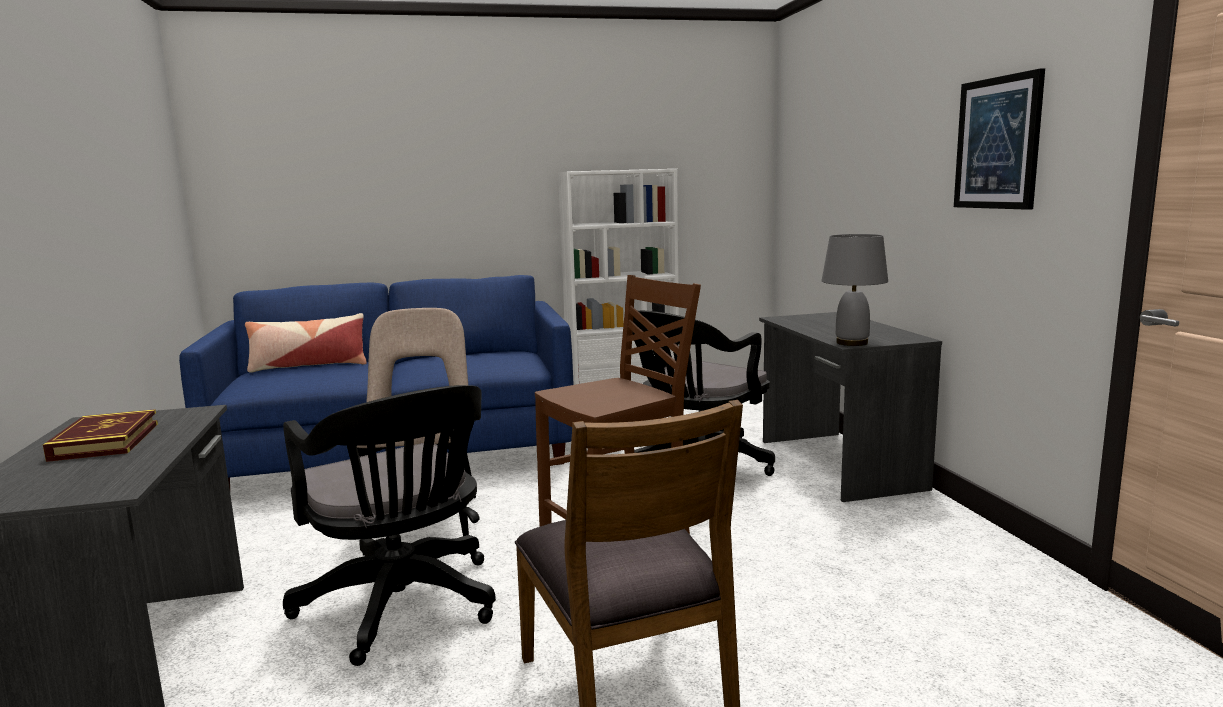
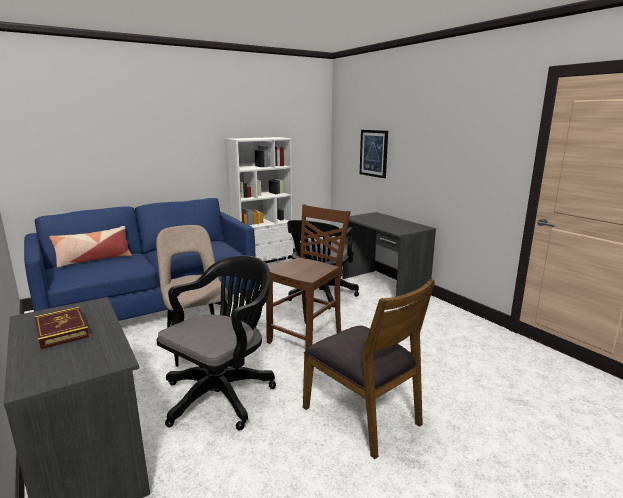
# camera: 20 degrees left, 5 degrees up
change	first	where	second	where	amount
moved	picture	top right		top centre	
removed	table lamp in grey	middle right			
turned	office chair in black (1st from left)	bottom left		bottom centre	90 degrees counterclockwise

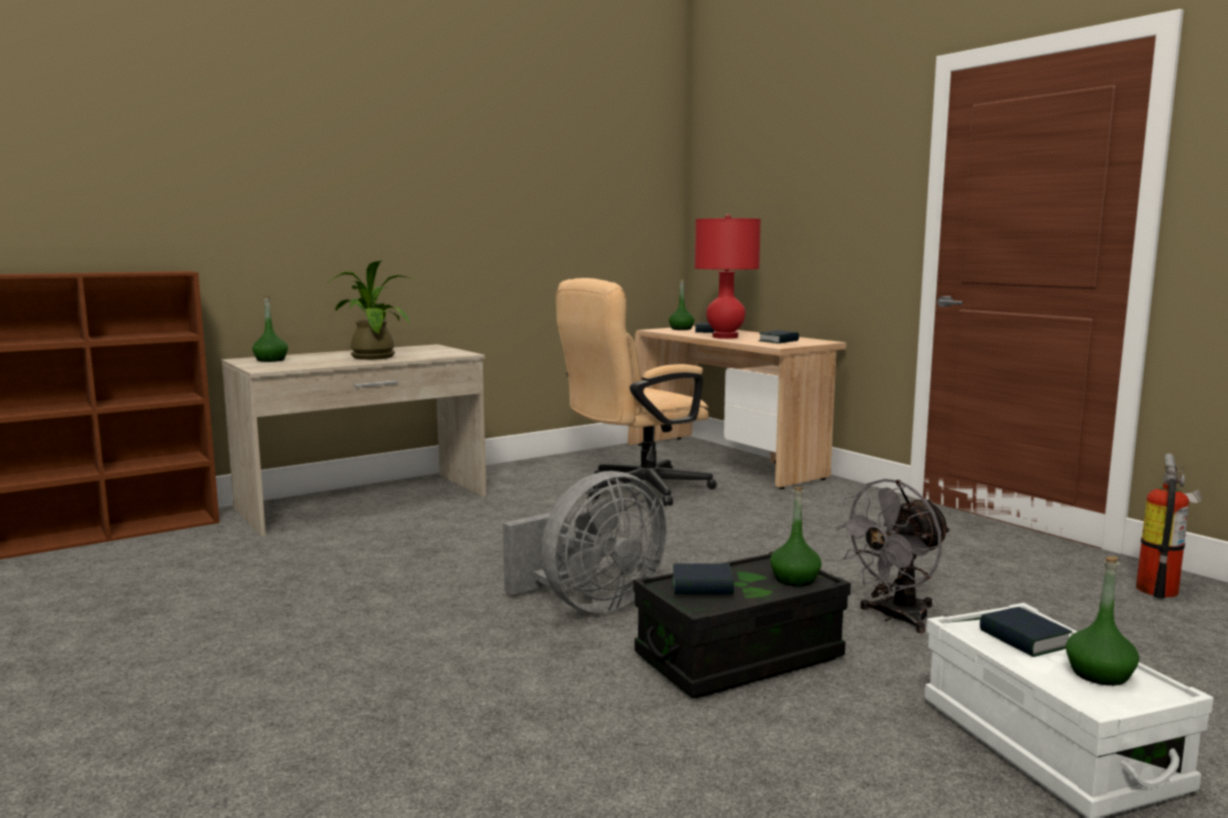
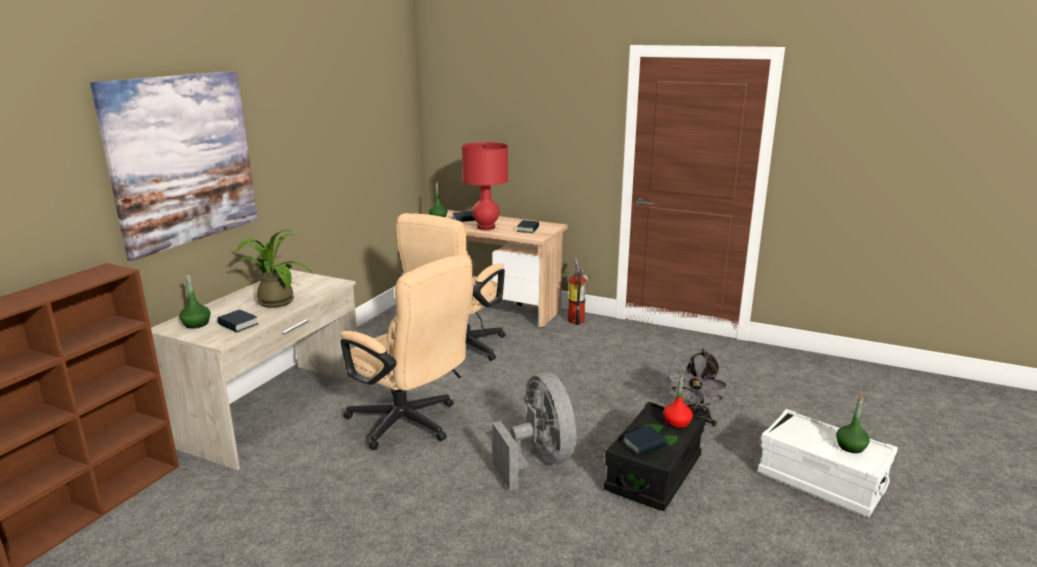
# camera: 30 degrees left, 10 degrees up
change	first	where	second	where	amount
moved	fire extinguisher	middle right		centre	
turned	fan in grey (1st from left)	centre		bottom centre	45 degrees counterclockwise
recoloured	bottle in green (3rd from left)	centre	bottle in red	bottom centre	
moved	book (4th from left in the first image)	bottom right	book (1st from left)	middle left	
added			picture	top left	
added			office chair in beige (1st from left)	centre	

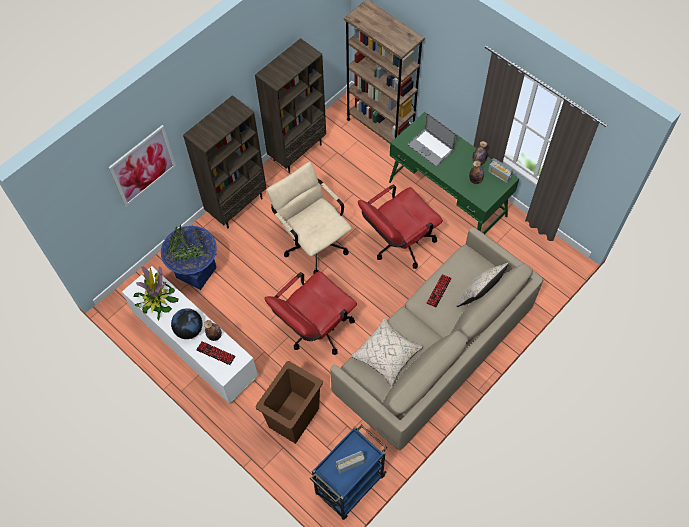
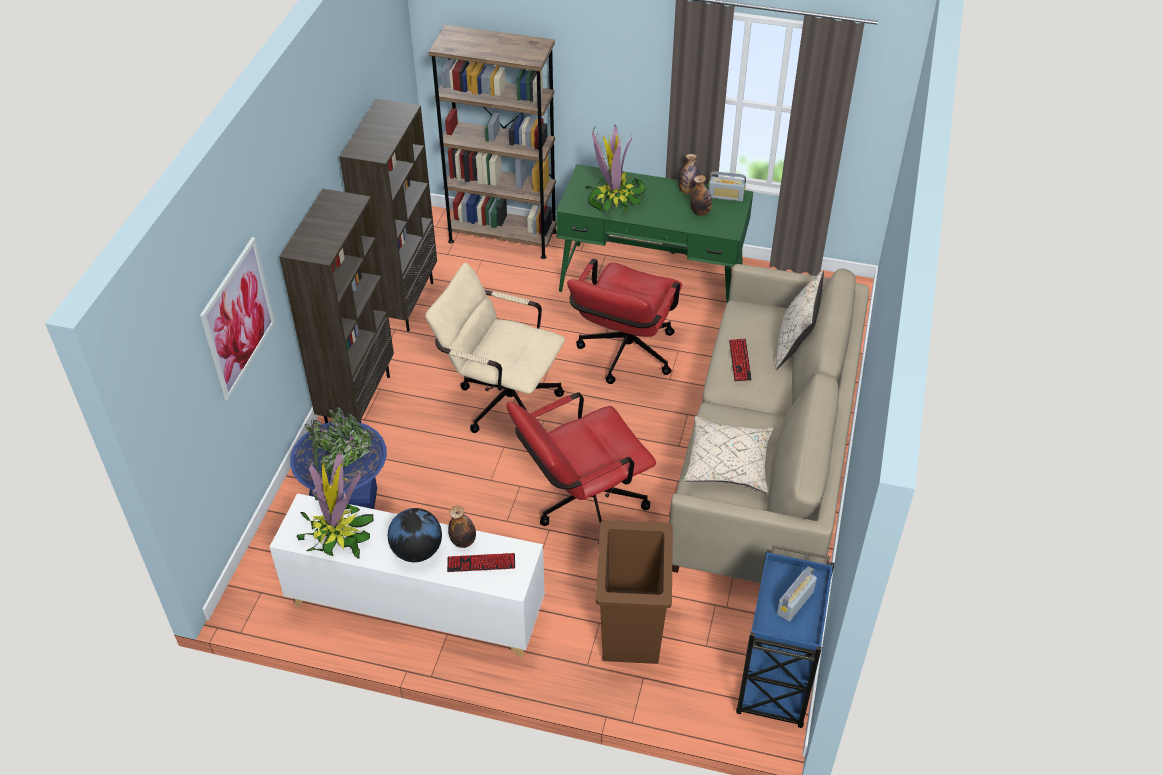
# camera: 30 degrees left, 15 degrees down
change	first	where	second	where	amount
replaced	laptop	top centre	potted plant (2nd from left)	top centre	
turned	office chair in red (1st from left)	centre		centre	45 degrees clockwise

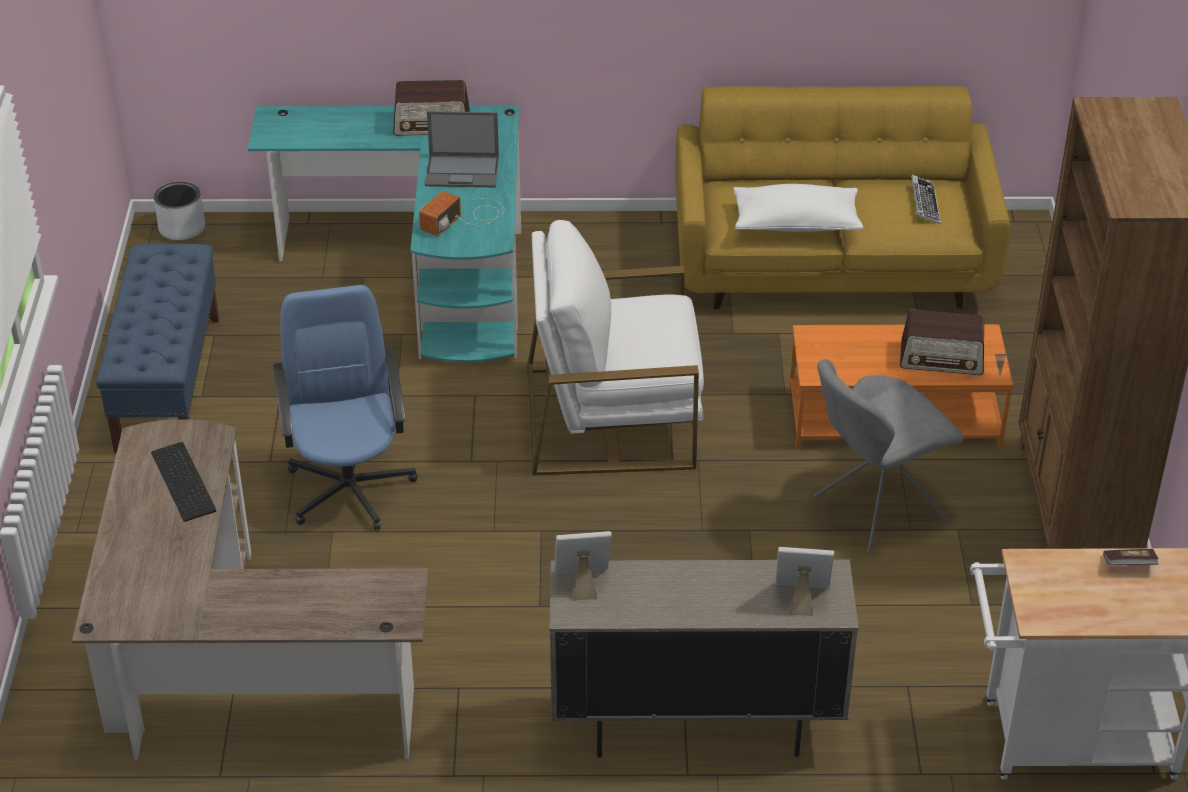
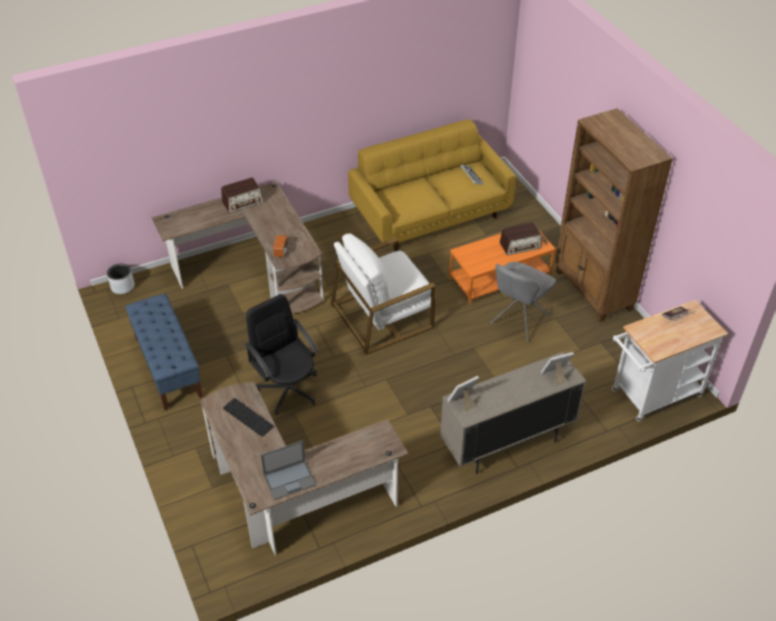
# camera: 25 degrees left, 5 degrees up
change	first	where	second	where	amount
recoloured	desk in turquoise	top left	desk in brown (1st from left)	middle left	
moved	laptop	top centre		bottom centre	
removed	pillow in white	top right			
recoloured	office chair in blue	middle left	office chair in black	centre	

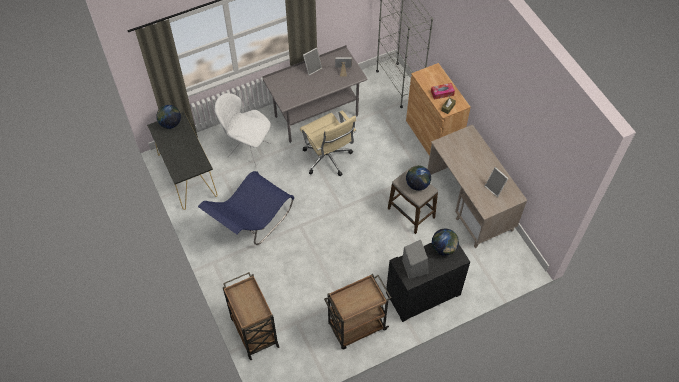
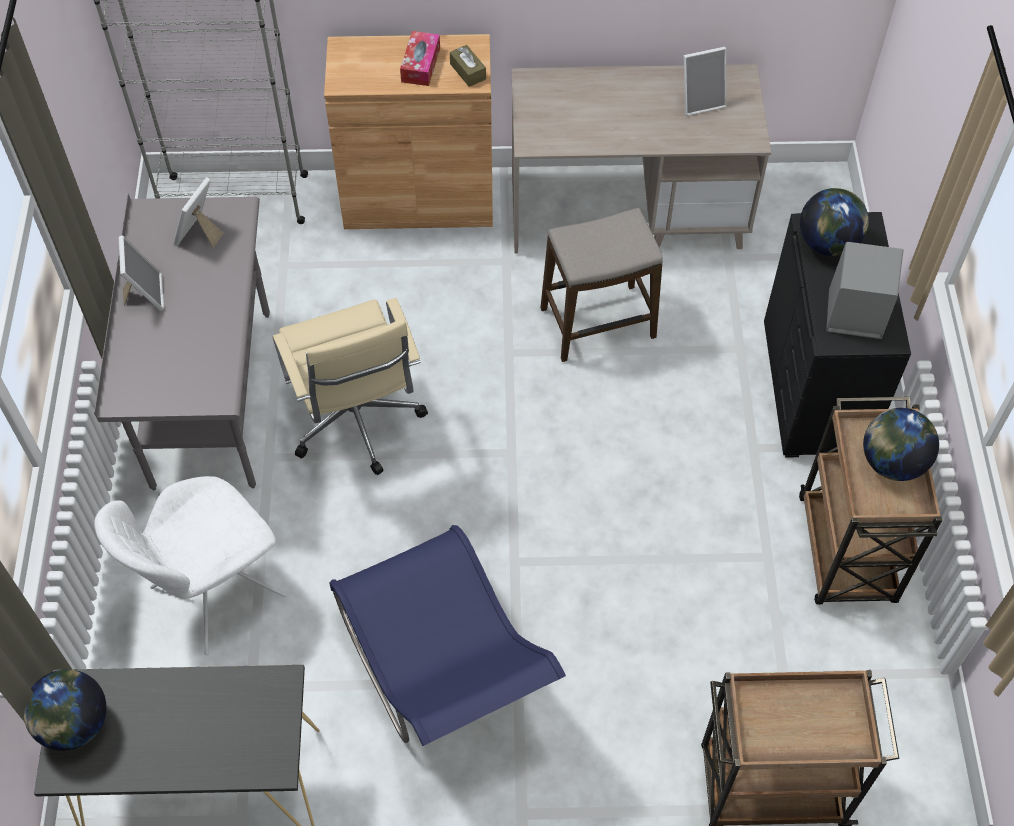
# camera: 65 degrees left, 0 degrees up
change	first	where	second	where	amount
turned	office chair in beige	centre		centre	75 degrees clockwise
moved	globe (2nd from left in the first image)	centre	globe (3rd from left)	middle right	

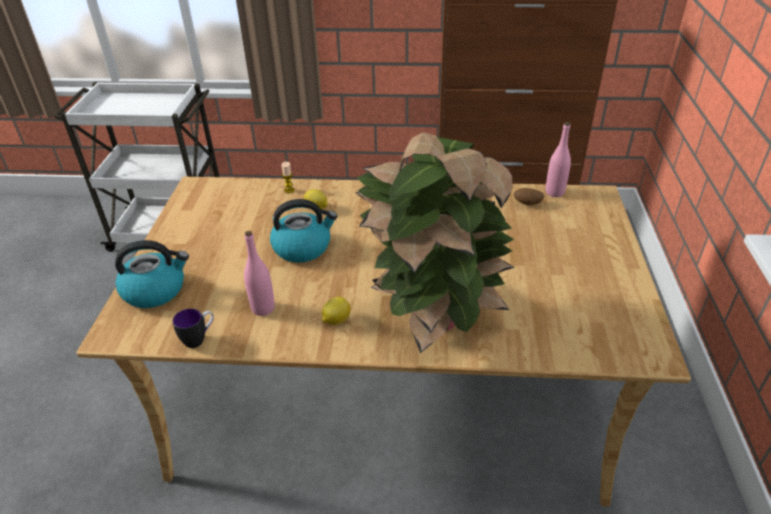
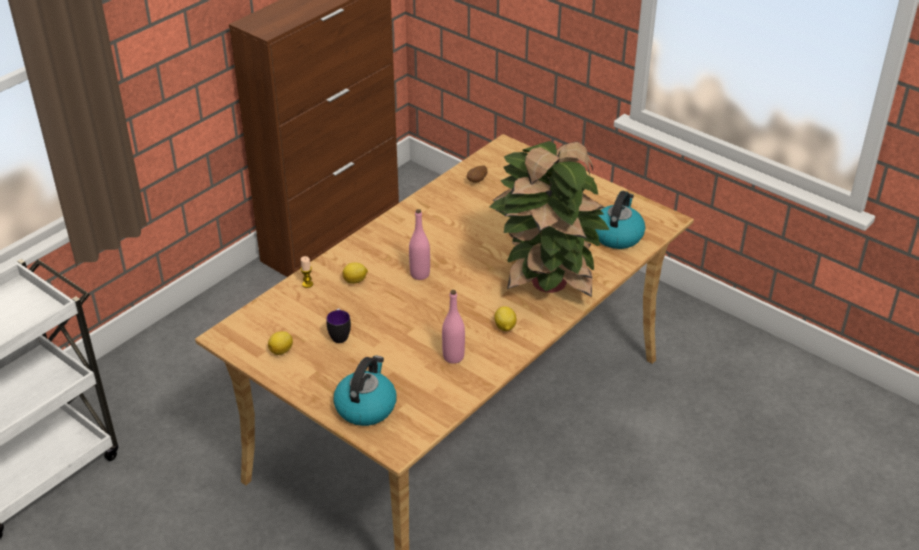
# camera: 55 degrees left, 0 degrees up
change	first	where	second	where	amount
moved	bottle in pink (2nd from left in the first image)	top right	bottle in pink (1st from left)	centre	
moved	kettle (2nd from left)	centre		middle right	
moved	mug	middle left		centre	
added			lemon (1st from left)	middle left	

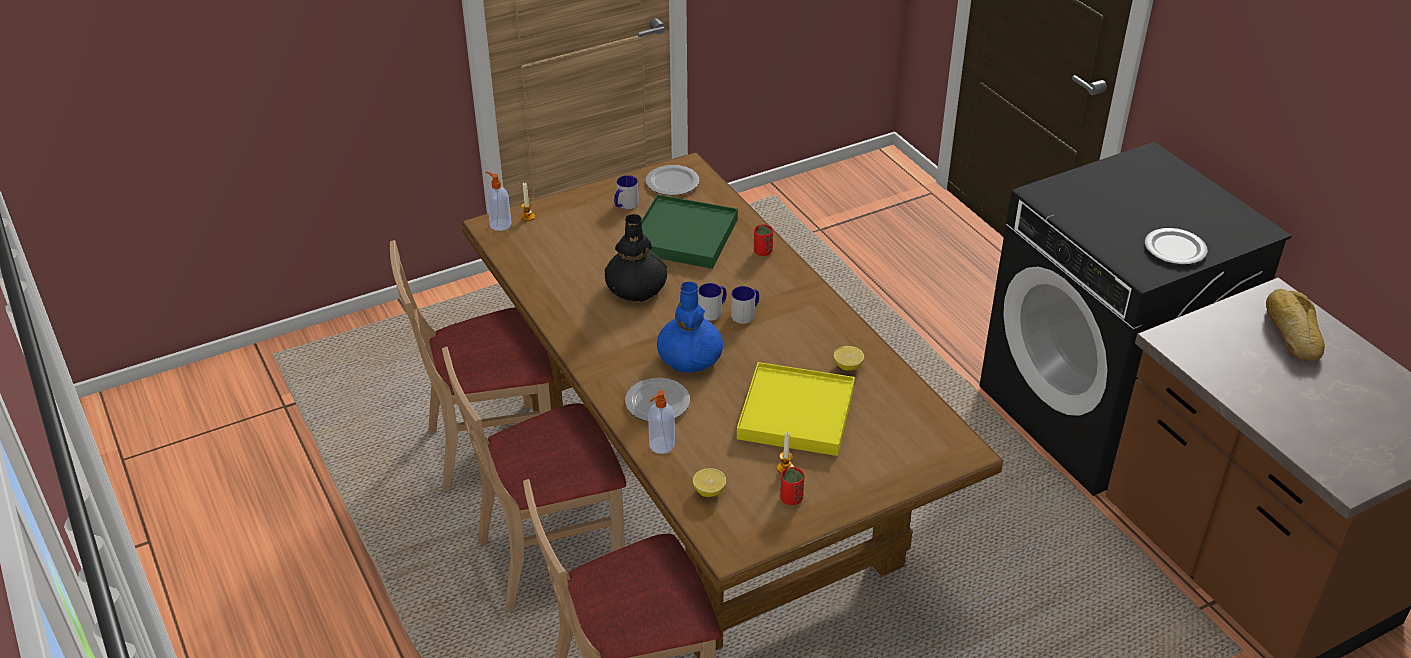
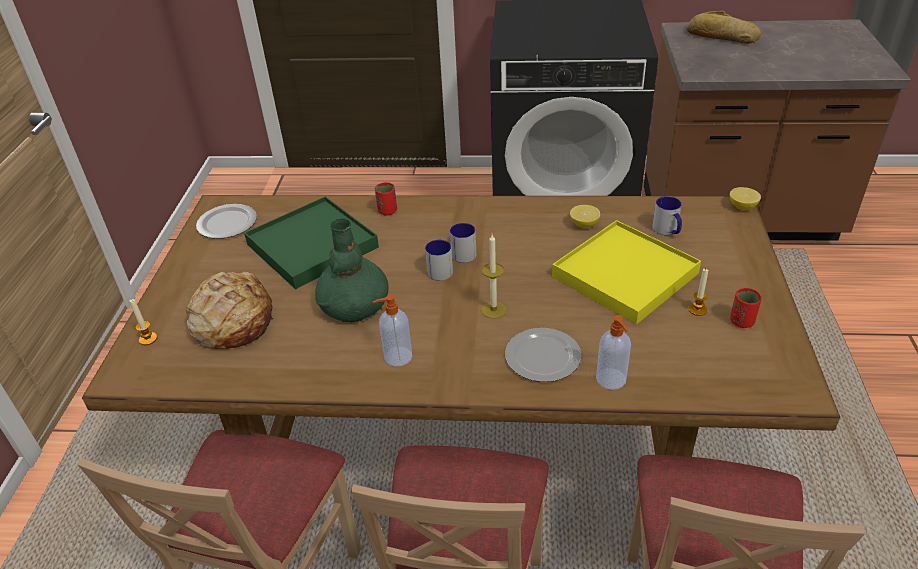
# camera: 55 degrees left, 0 degrees up
change	first	where	second	where	amount
moved	soap dispenser (1st from left)	top centre		centre	
moved	mug (1st from left in the first image)	top centre	mug (3rd from left)	middle right	
recoloured	vase in black	centre	vase in green	centre	
removed	plate (3rd from left)	middle right			
replaced	vase in blue	centre	candle (2nd from left)	centre	
moved	lemon (1st from left in the first image)	bottom centre	lemon (2nd from left)	middle right	
added			bread (1st from left)	middle left	

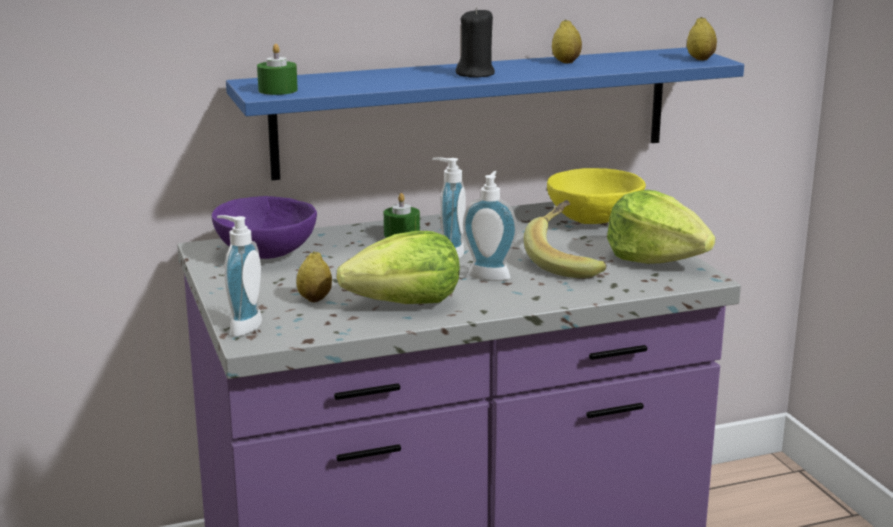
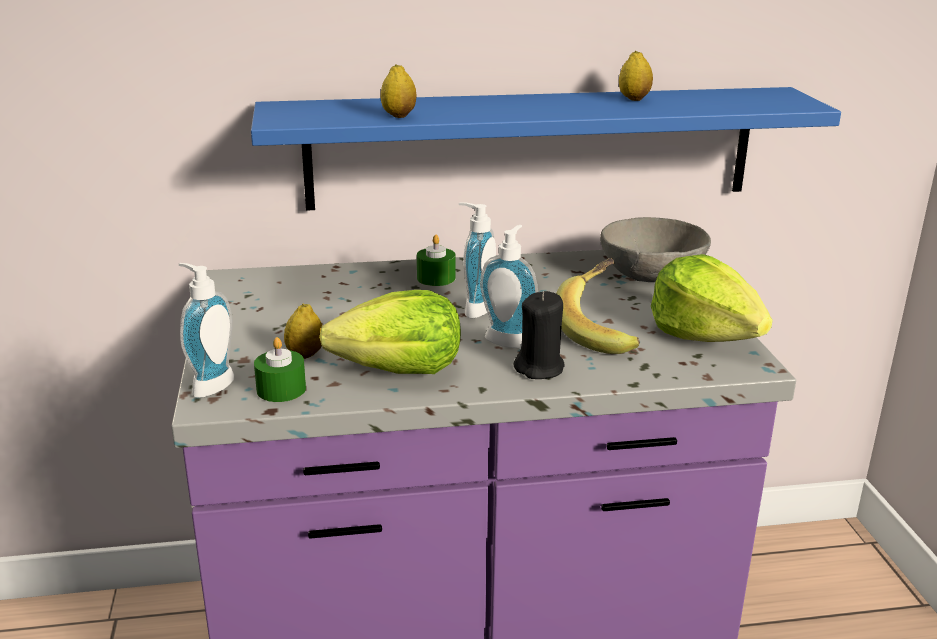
# camera: 10 degrees right, 5 degrees up
change	first	where	second	where	amount
moved	candle in black	top centre		centre	
moved	lemon (3rd from left in the first image)	top right	lemon (2nd from left)	top centre	
moved	candle in green (1st from left)	top left		middle left	
recoloured	bowl in yellow	middle right	bowl in grey	middle right	
removed	bowl in purple	middle left			

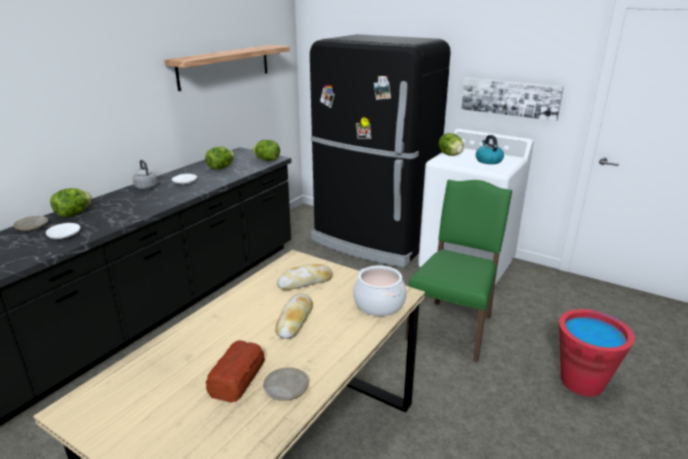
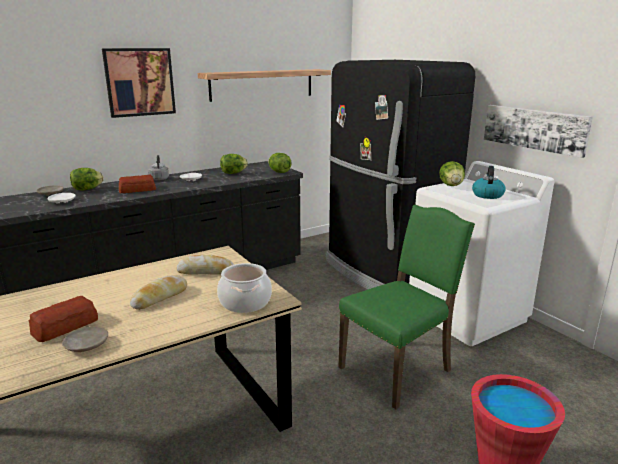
# camera: 25 degrees right, 5 degrees down
change	first	where	second	where	amount
added			picture (1st from left)	top left	
added			bread (2nd from left)	middle left	

